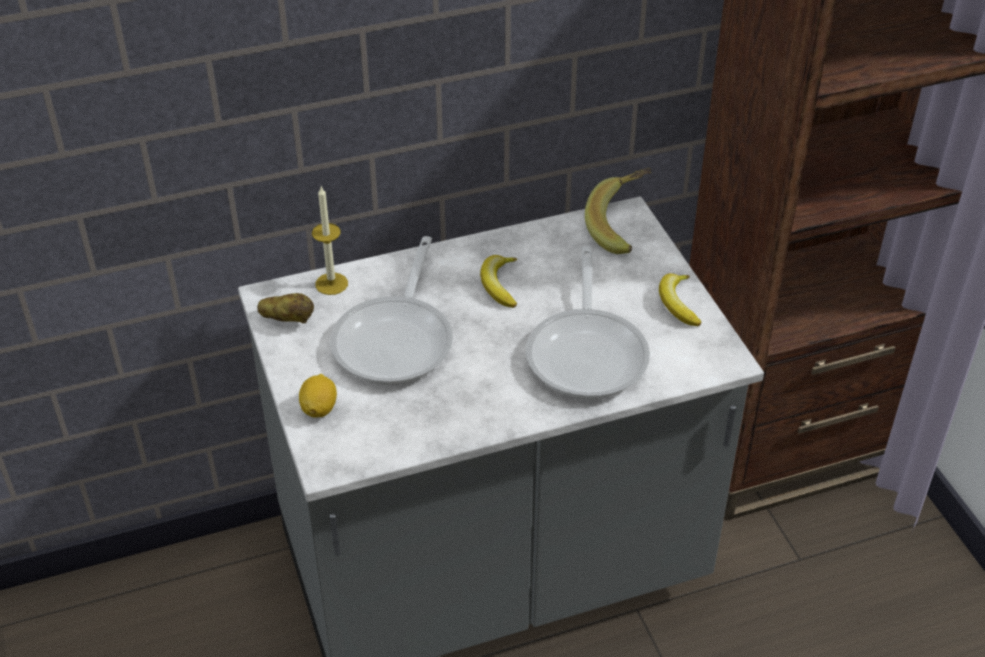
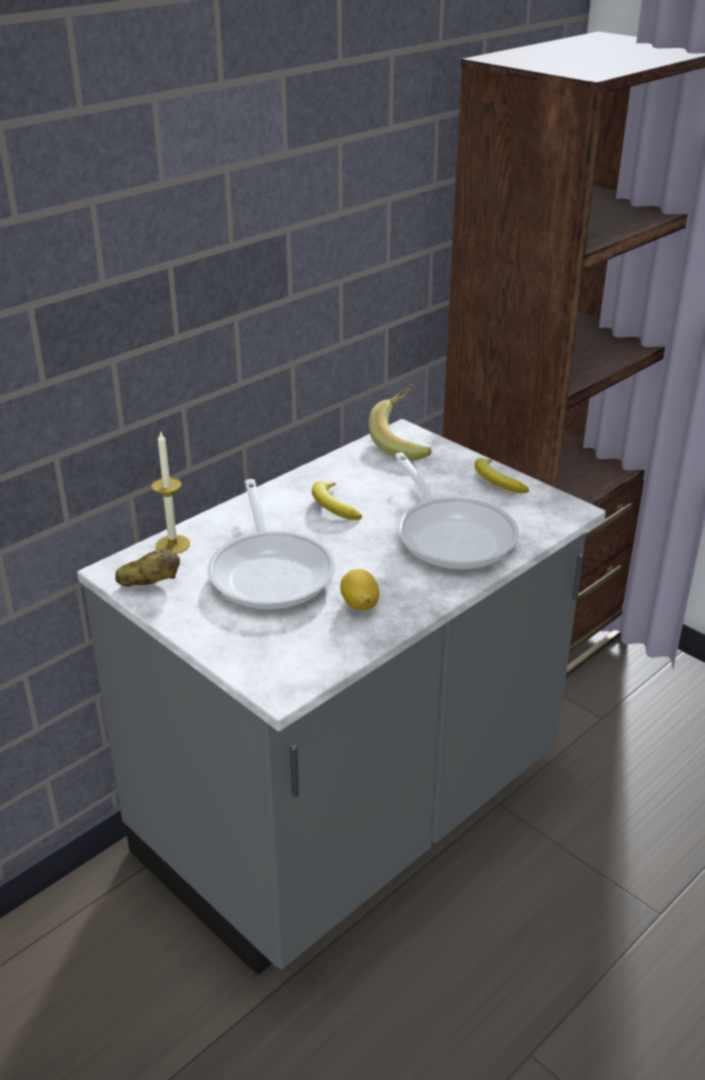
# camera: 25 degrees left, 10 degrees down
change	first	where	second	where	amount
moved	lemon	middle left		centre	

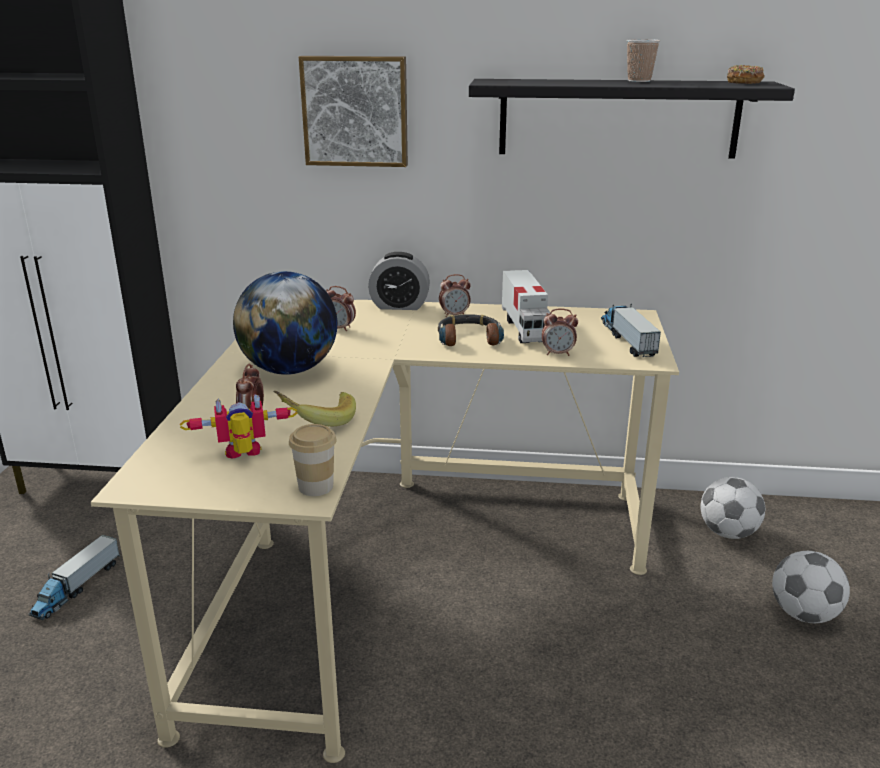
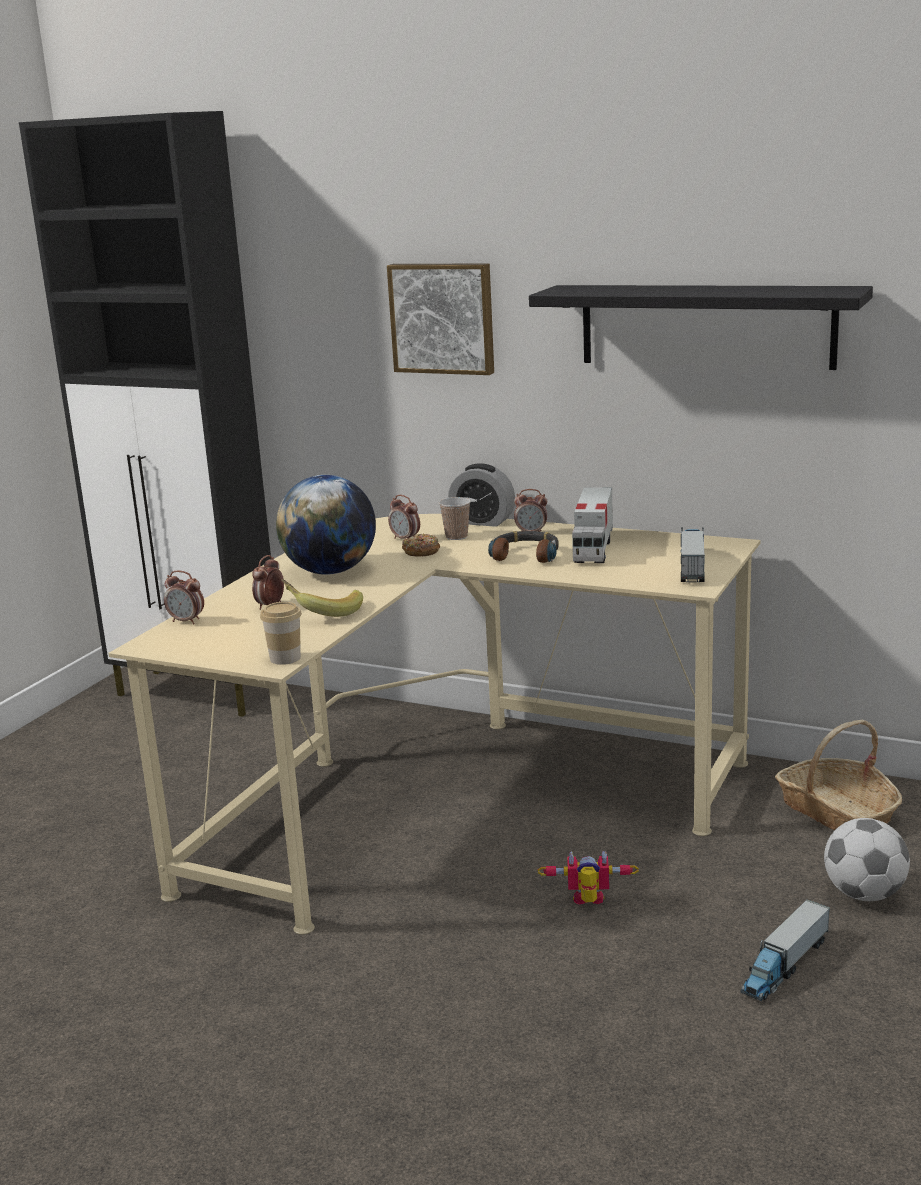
# camera: 20 degrees right, 5 degrees down
change	first	where	second	where	amount
moved	cup (2nd from left)	top right		centre	
moved	donut	top right		centre	
moved	alarm clock (5th from left in the first image)	centre	alarm clock (1st from left)	middle left	
moved	toy robot	middle left		bottom centre	
replaced	football (1st from left)	middle right	basket	middle right	
moved	toy truck (1st from left in the first image)	bottom left	toy truck (3rd from left)	bottom right	

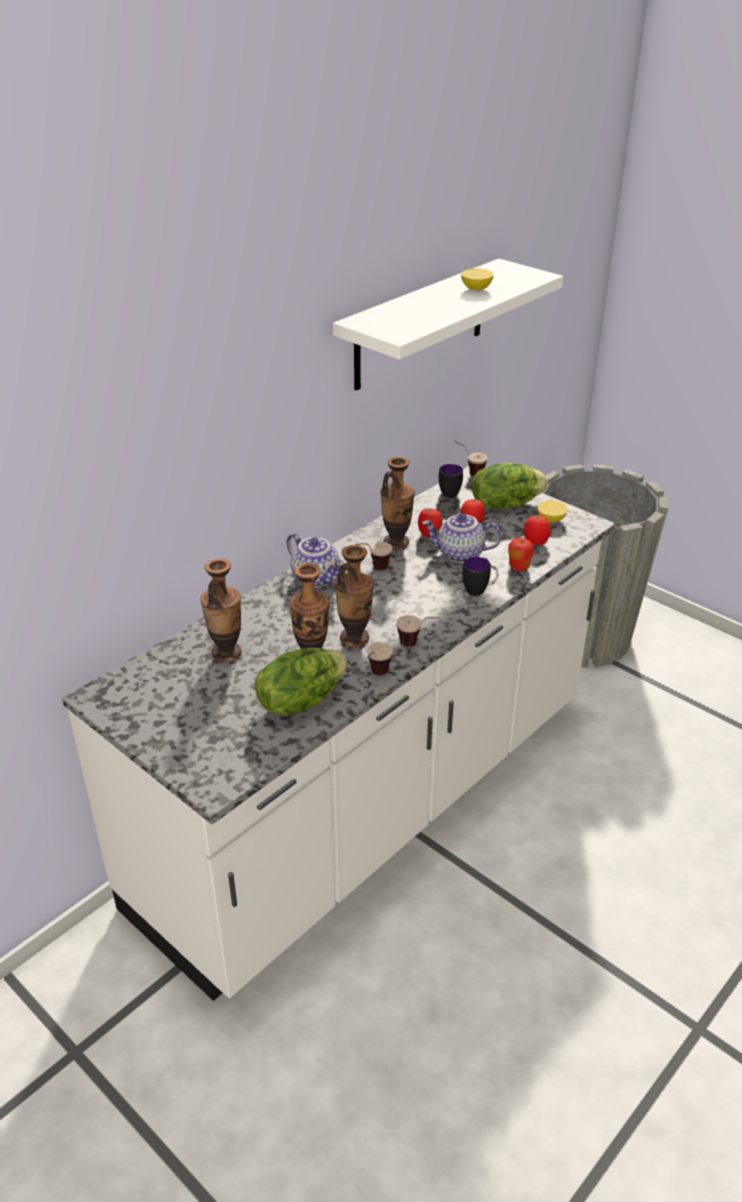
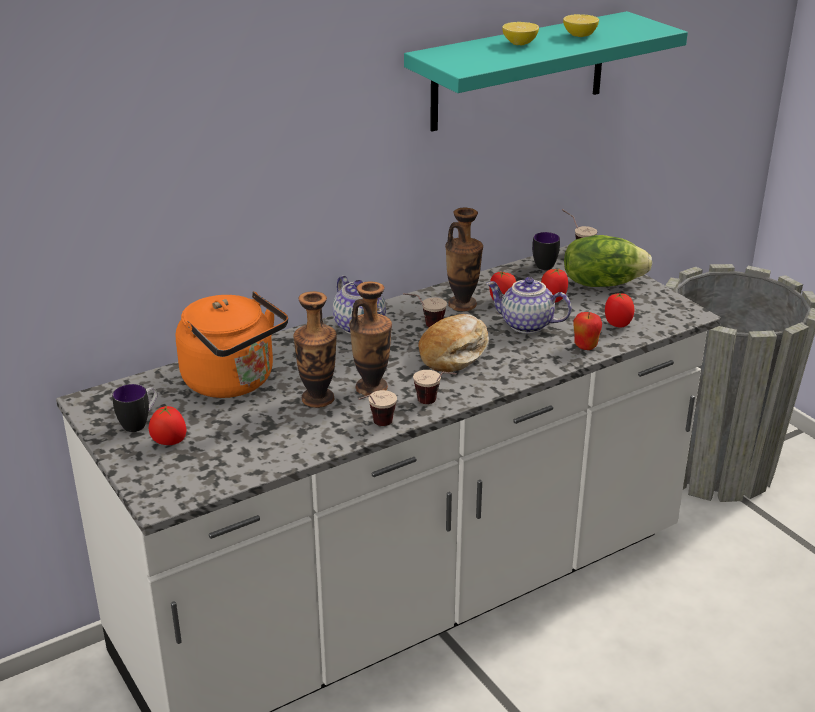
# camera: 15 degrees right, 5 degrees down
change	first	where	second	where	amount
recoloured	shelf in white	top centre	shelf in turquoise	top right	
moved	lemon (2nd from left in the first image)	middle right	lemon (1st from left)	top centre	
moved	mug (2nd from left in the first image)	centre	mug (1st from left)	middle left	
replaced	vase (1st from left)	middle left	kettle in orange	middle left	
removed	lettuce (1st from left)	centre			
added			bread	centre	
added			tomato (1st from left)	middle left	

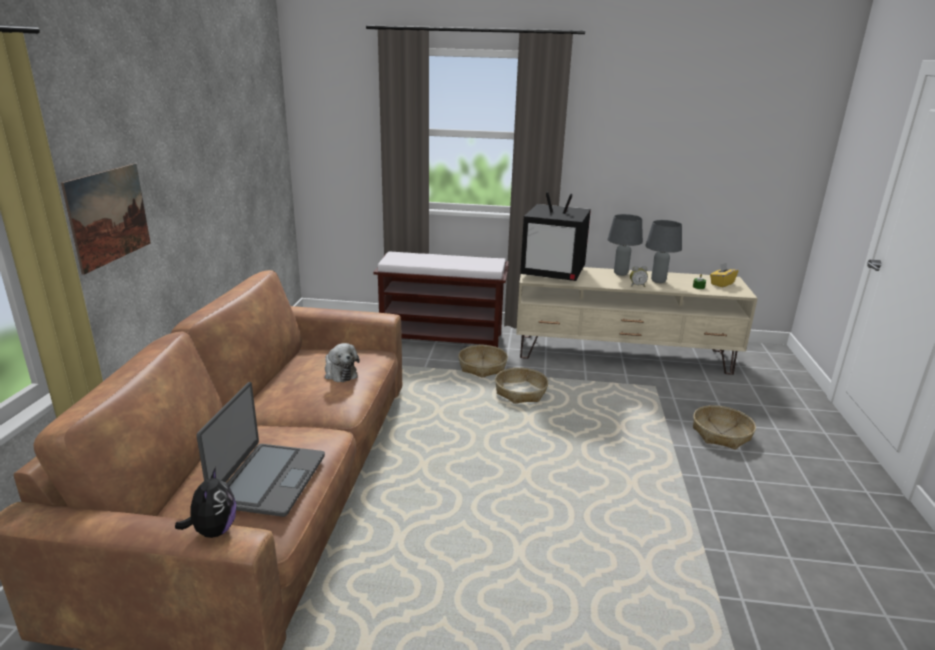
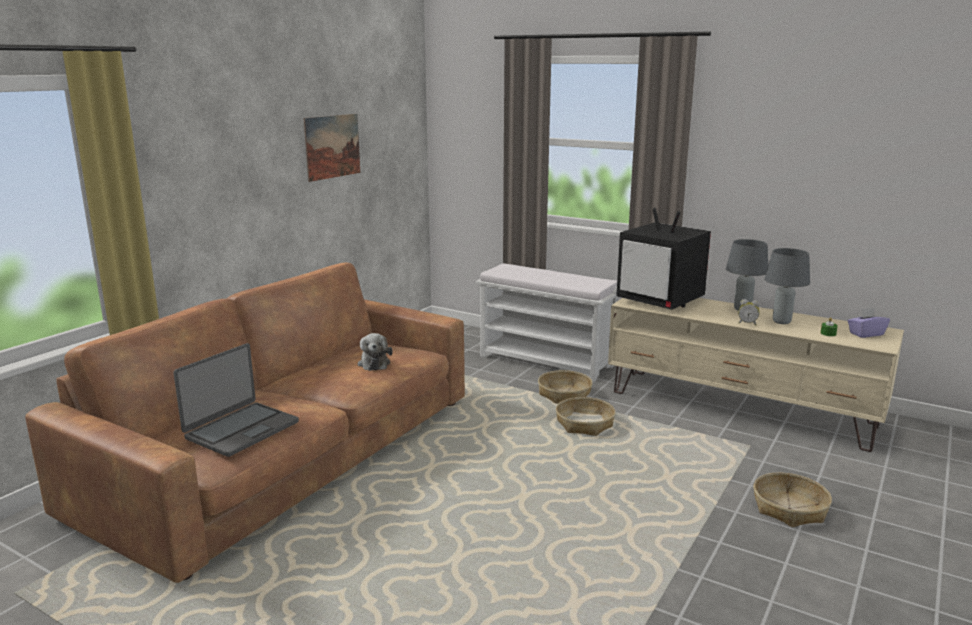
# camera: 25 degrees right, 5 degrees down
change	first	where	second	where	amount
moved	picture	middle left		top centre	
recoloured	bench in brown	centre	bench in white	centre	
recoloured	tissue box in yellow	middle right	tissue box in purple	middle right	
removed	plush toy (1st from left)	bottom left			

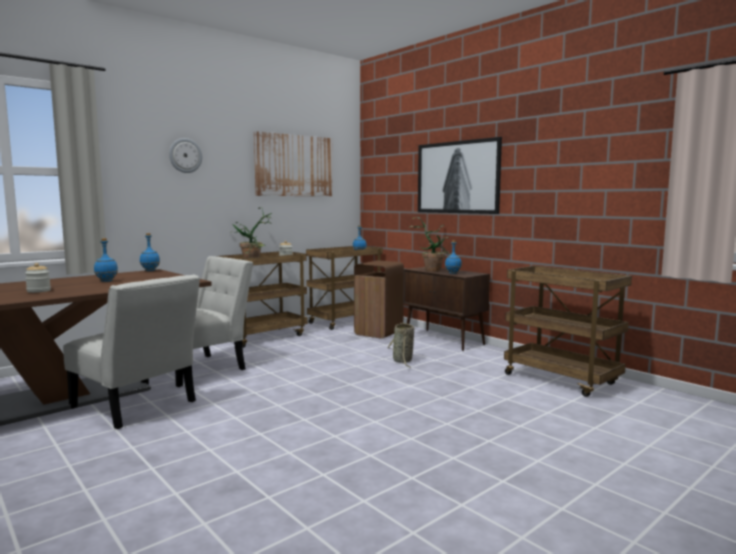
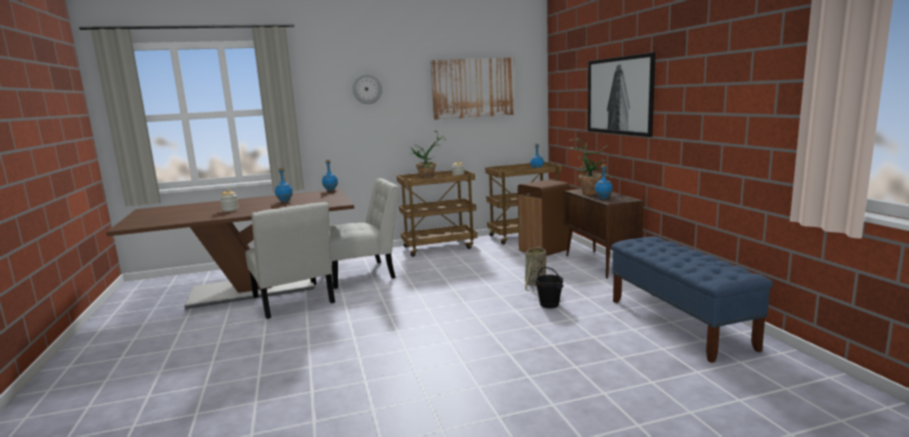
# camera: 25 degrees right, 5 degrees up
change	first	where	second	where	amount
replaced	cart in brown (3rd from left)	middle right	bench in blue	bottom right	
added			bucket in black	centre	

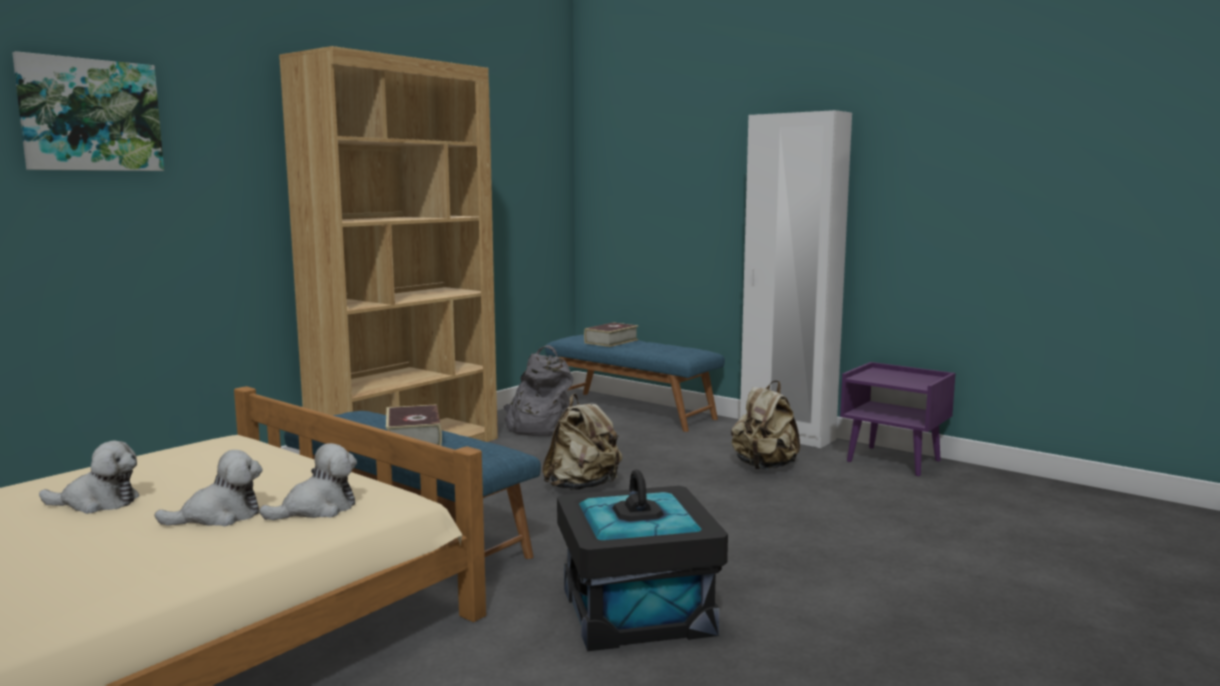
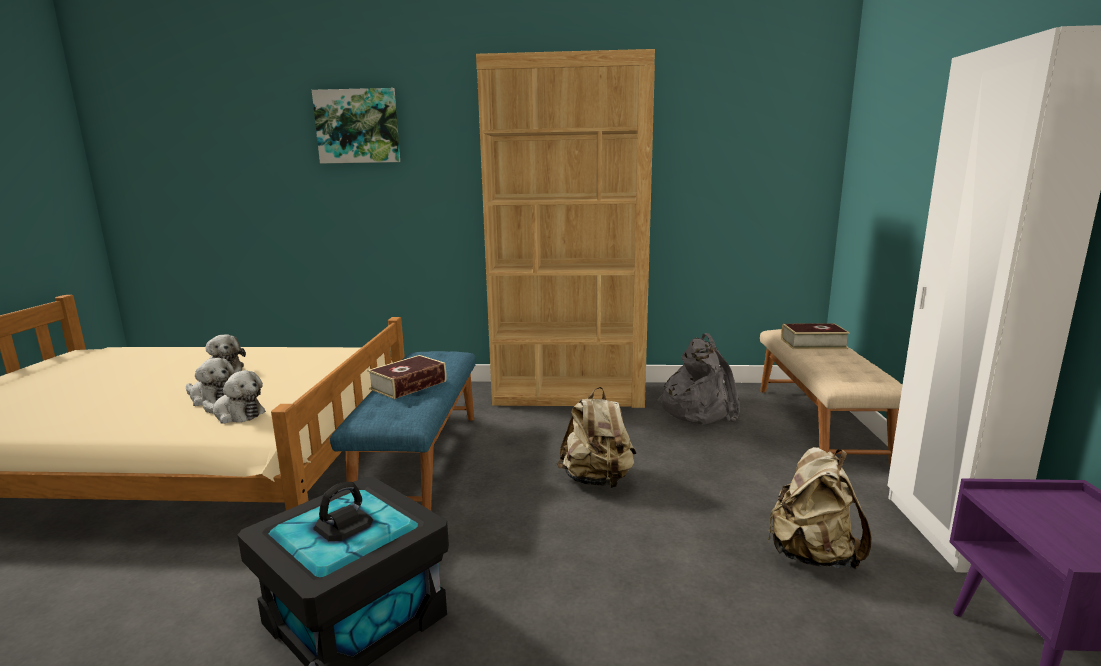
# camera: 55 degrees right, 5 degrees up
change	first	where	second	where	amount
recoloured	bench in blue (2nd from left)	centre	bench in beige	middle right	

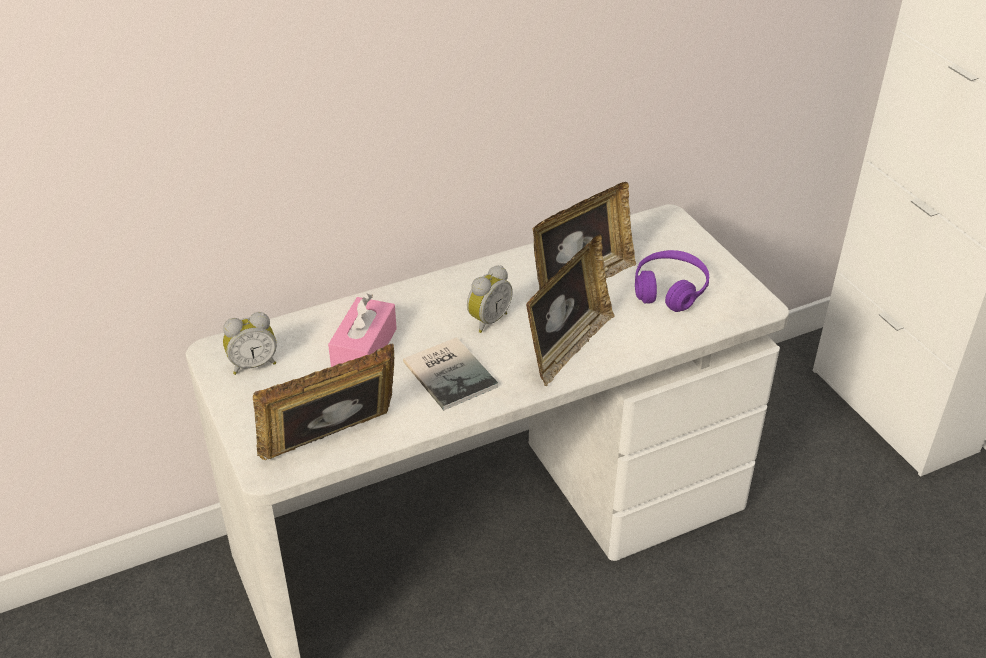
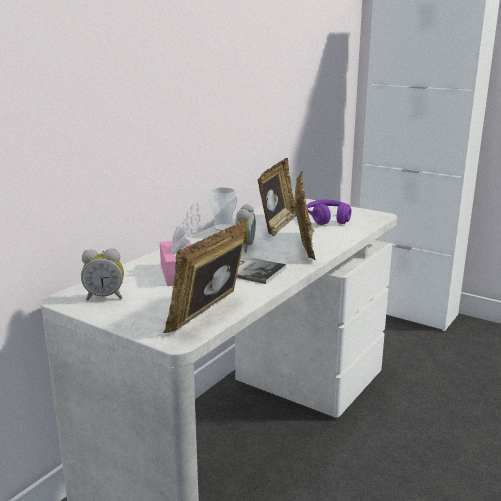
# camera: 30 degrees left, 20 degrees down
change	first	where	second	where	amount
turned	alarm clock (1st from left)	middle left		middle left	45 degrees clockwise
added			cup	centre	

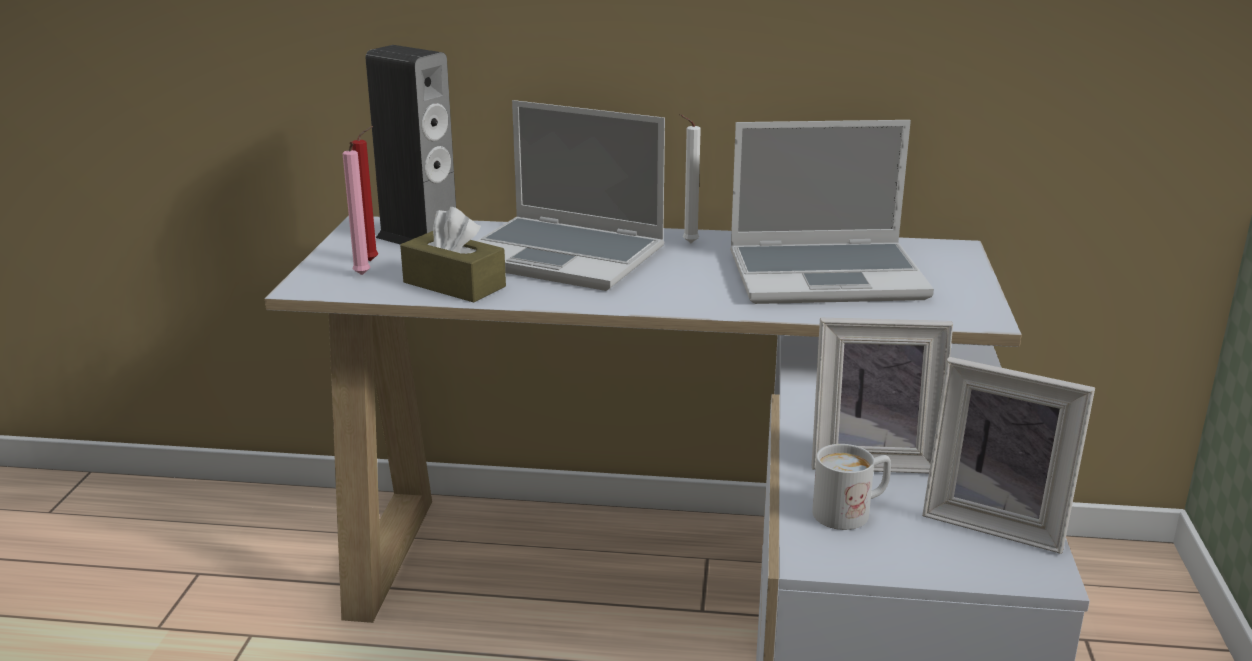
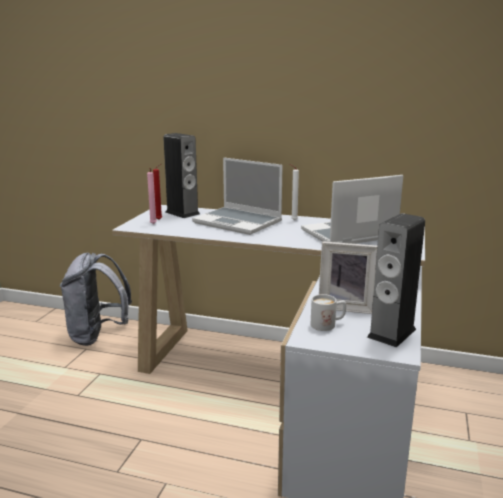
# camera: 10 degrees right, 5 degrees down
change	first	where	second	where	amount
turned	laptop (2nd from left)	top centre		middle right	150 degrees clockwise
removed	tissue box in brown	centre			
replaced	picture frame (2nd from left)	bottom right	speaker (2nd from left)	middle right	
added			backpack in grey	middle left	

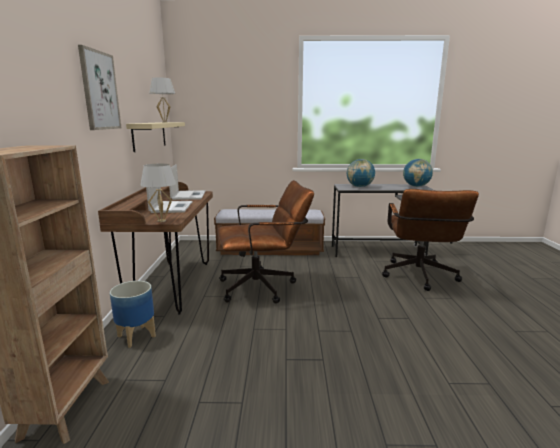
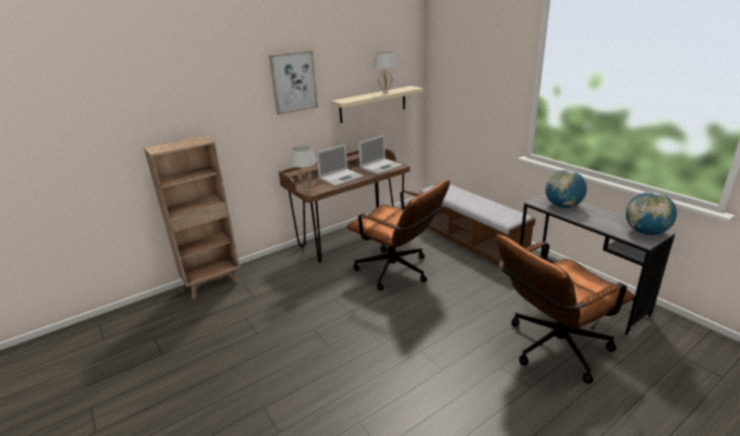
# camera: 55 degrees right, 10 degrees up
change	first	where	second	where	amount
removed	planter	bottom left			

